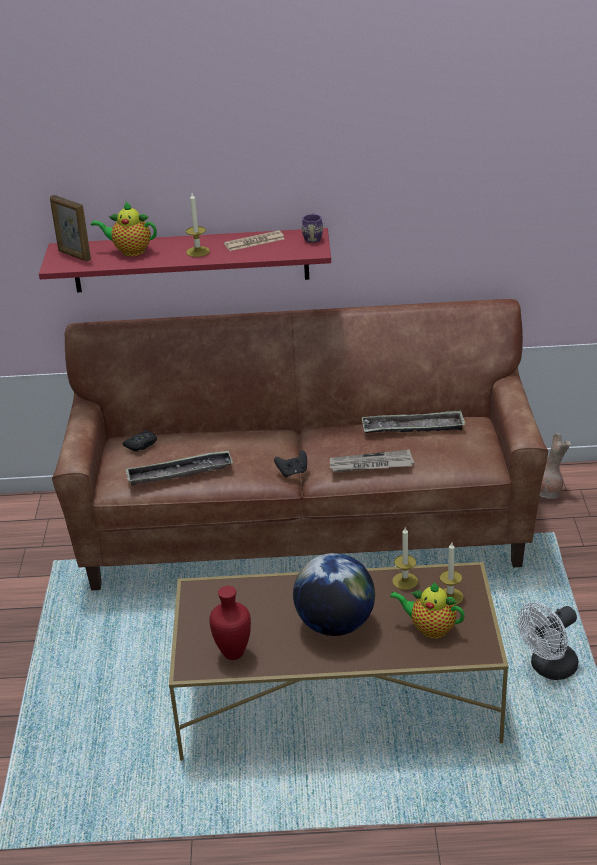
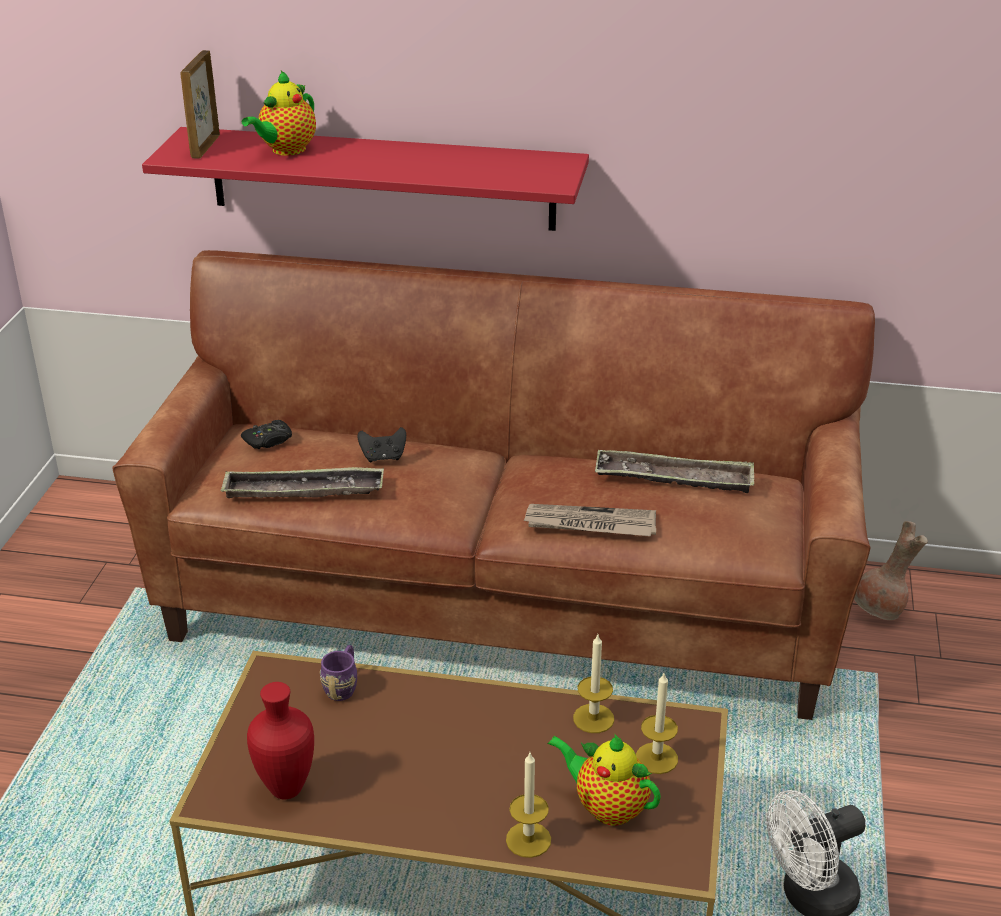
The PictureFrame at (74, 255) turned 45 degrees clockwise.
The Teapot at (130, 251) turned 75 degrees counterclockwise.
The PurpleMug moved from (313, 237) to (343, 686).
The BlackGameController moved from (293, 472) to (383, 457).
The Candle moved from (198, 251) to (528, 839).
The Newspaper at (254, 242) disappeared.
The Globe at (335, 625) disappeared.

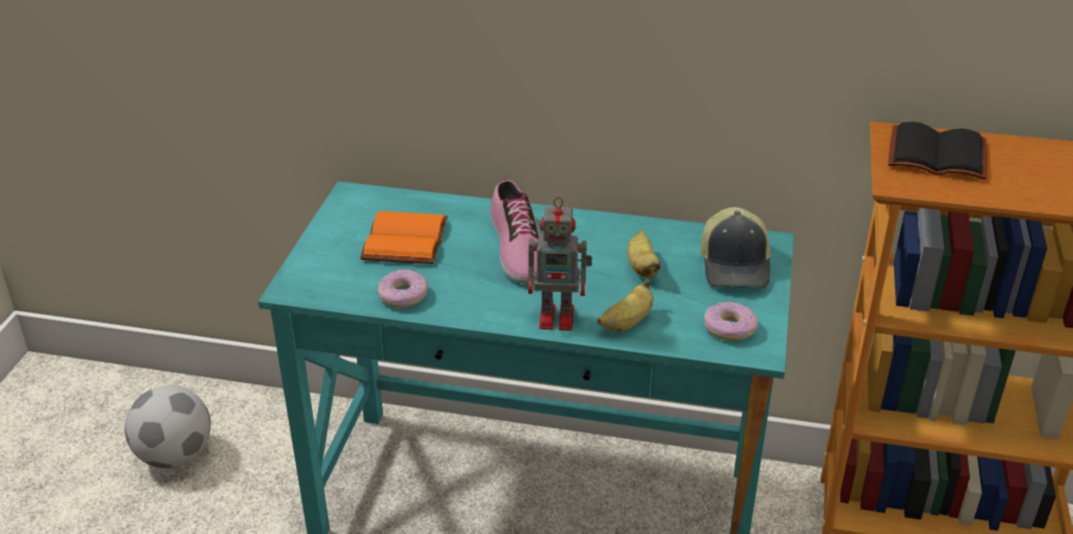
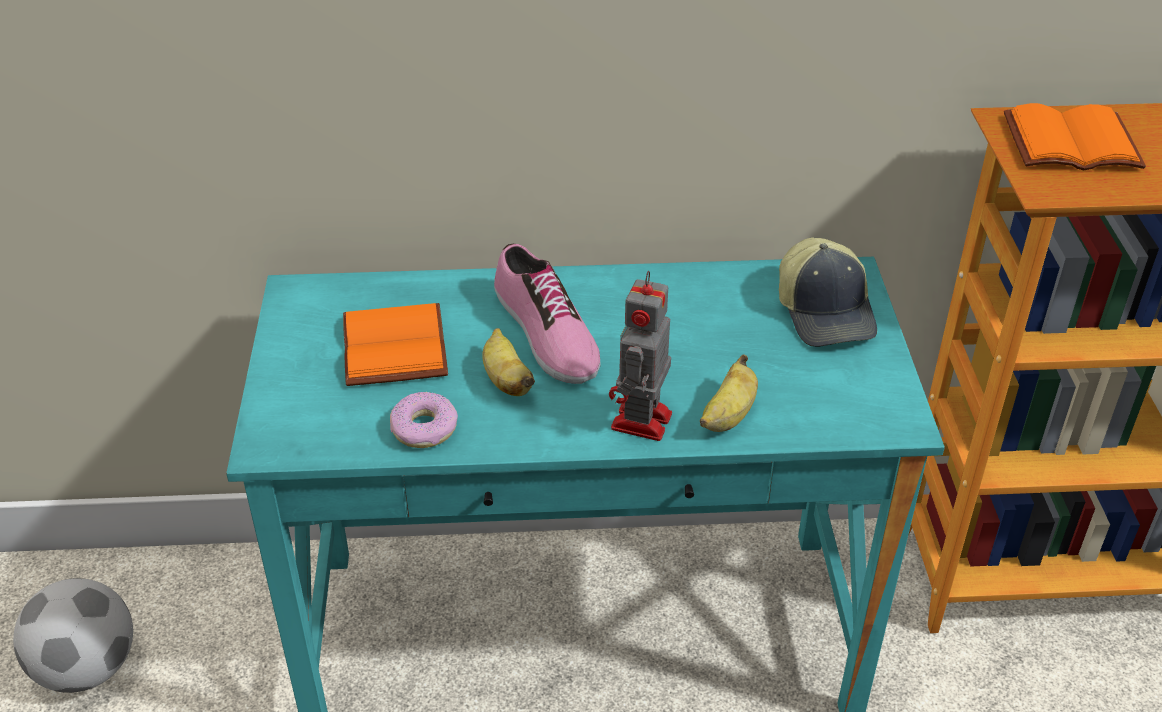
The Banana moved from (642, 268) to (506, 380).
The ToyRobot at (559, 317) turned 120 degrees clockwise.
The BlackBook at (938, 154) became the OrangeBook at (1072, 141).
The Donut at (729, 328) disappeared.

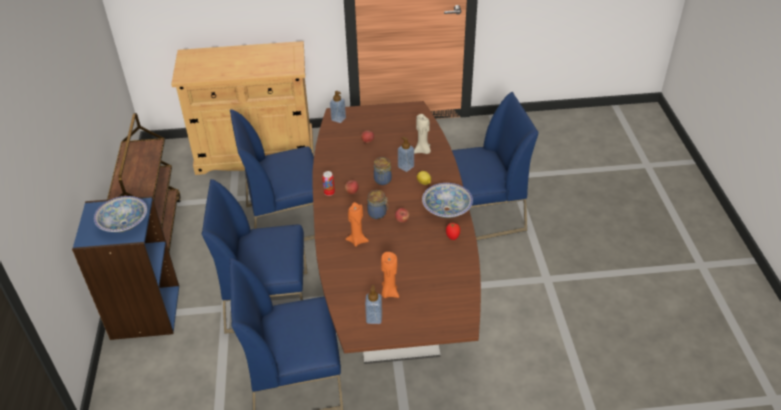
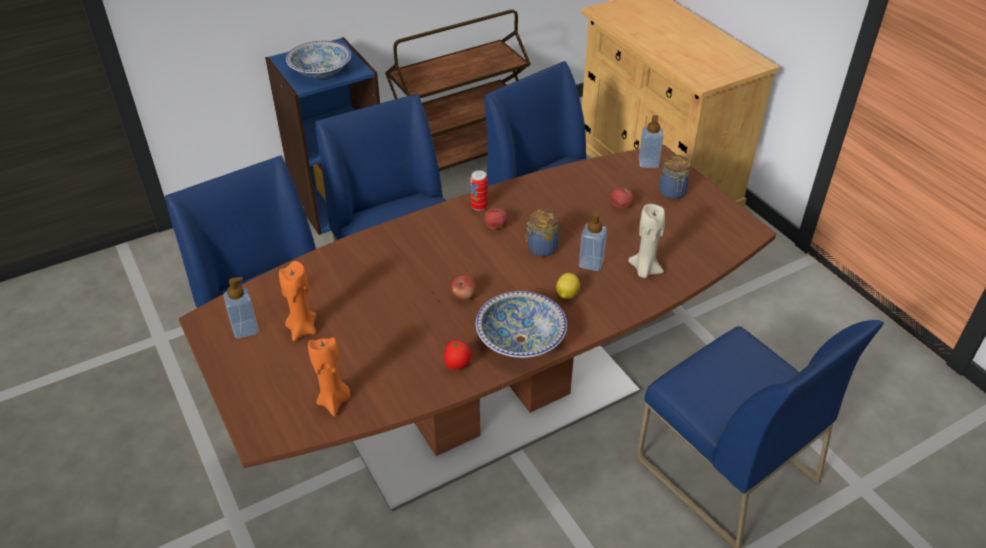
The OrangeCandle moved from (357, 240) to (334, 401).
The Jar moved from (378, 214) to (672, 193).

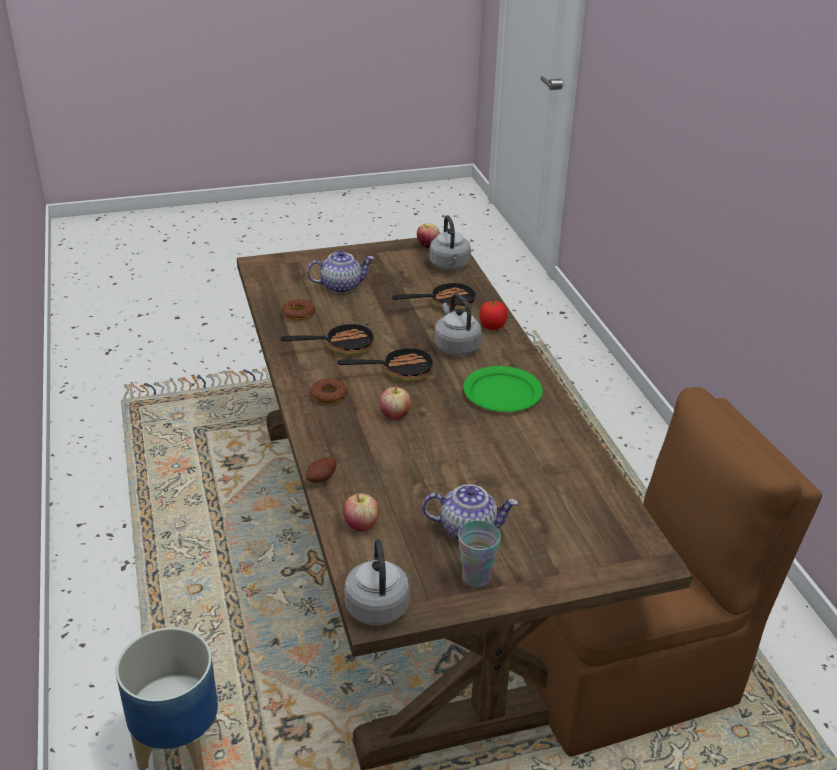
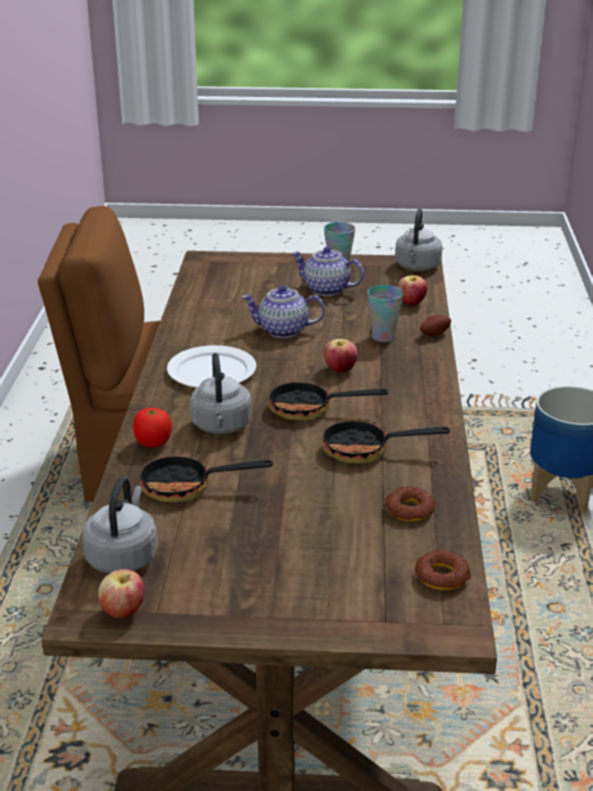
The GreenPlate at (502, 392) became the WhitePlate at (211, 372).
The Teapot moved from (341, 286) to (282, 331).
The Cup at (383, 337) appeared.
The Donut moved from (329, 395) to (442, 576).

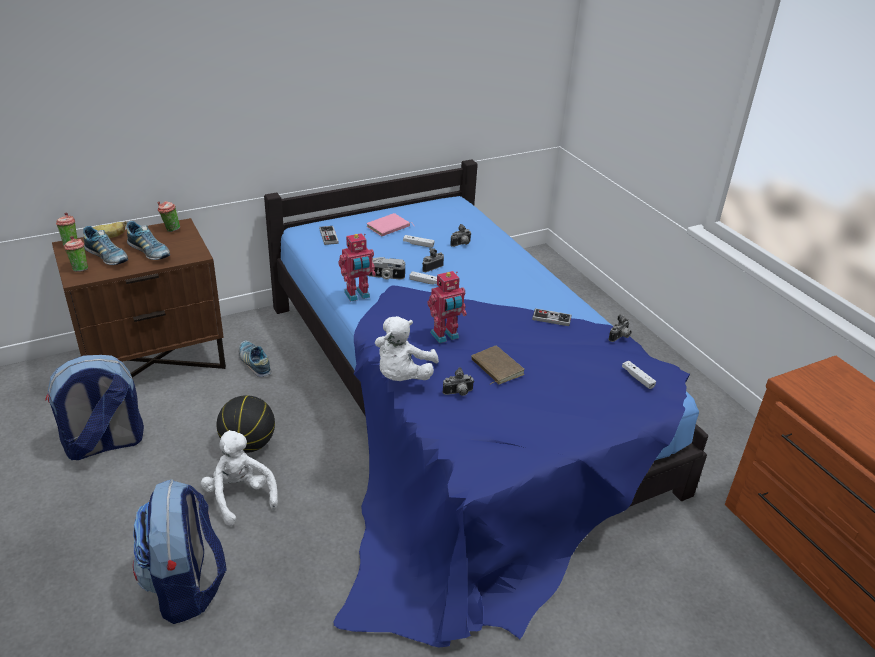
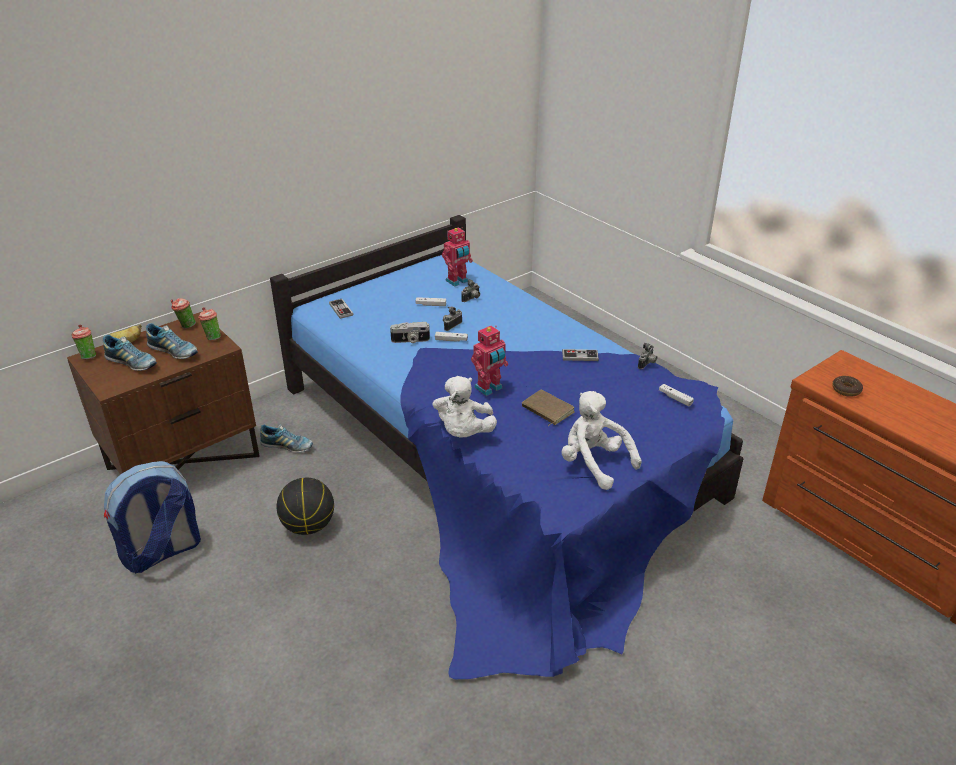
The Cup moved from (79, 269) to (212, 337).
The Shoe at (254, 363) turned 150 degrees clockwise.
The ToyRobot moved from (357, 295) to (457, 281).
The WhitePlushToy moved from (240, 496) to (594, 463).
The Donut at (846, 390) appeared.
The Backpack at (186, 586) disappeared.
The PinkBook at (389, 228) disappeared.
The PhotoCamera at (458, 393) disappeared.

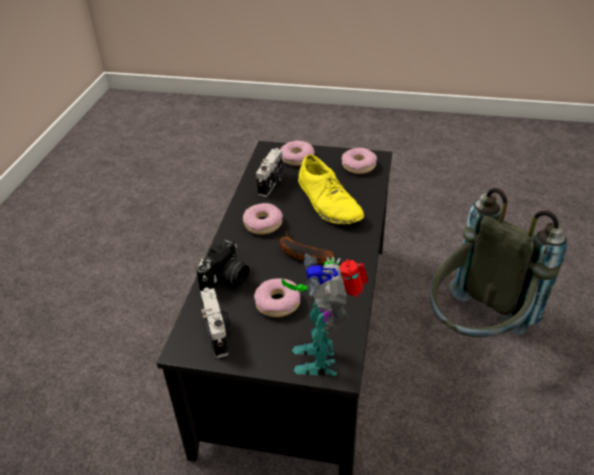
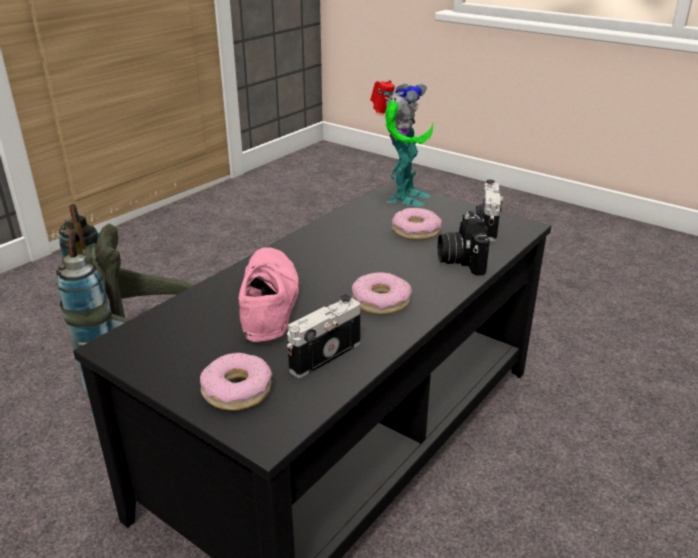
The YellowShoe at (329, 202) became the PinkShoe at (268, 302).
The PhotoCamera at (226, 280) turned 60 degrees counterclockwise.
The Banana at (300, 253) disappeared.
The Donut at (359, 166) disappeared.

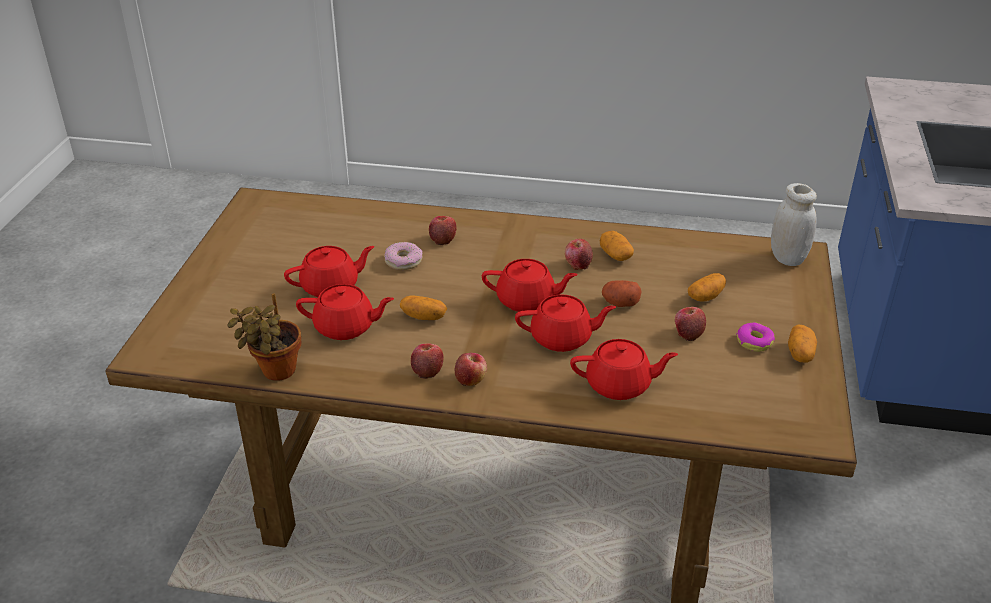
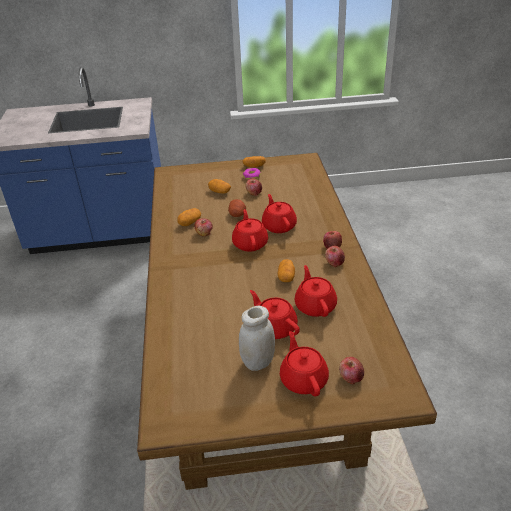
The WhiteJar moved from (787, 258) to (258, 362).
The RedTeapot moved from (619, 385) to (303, 379).
The Apple moved from (443, 239) to (350, 377).
The PottedPlant at (275, 372) disappeared.
The Donut at (403, 261) disappeared.

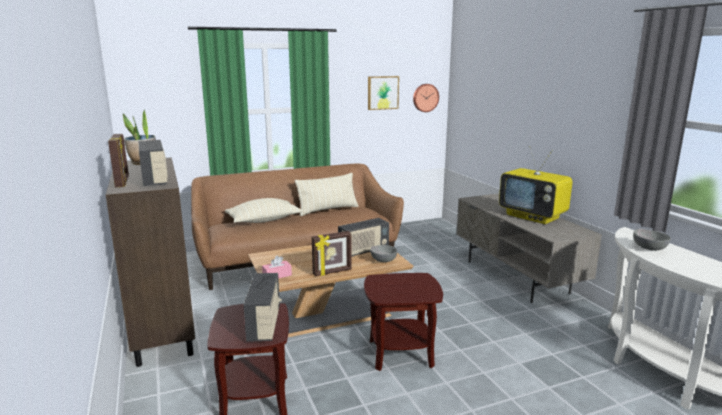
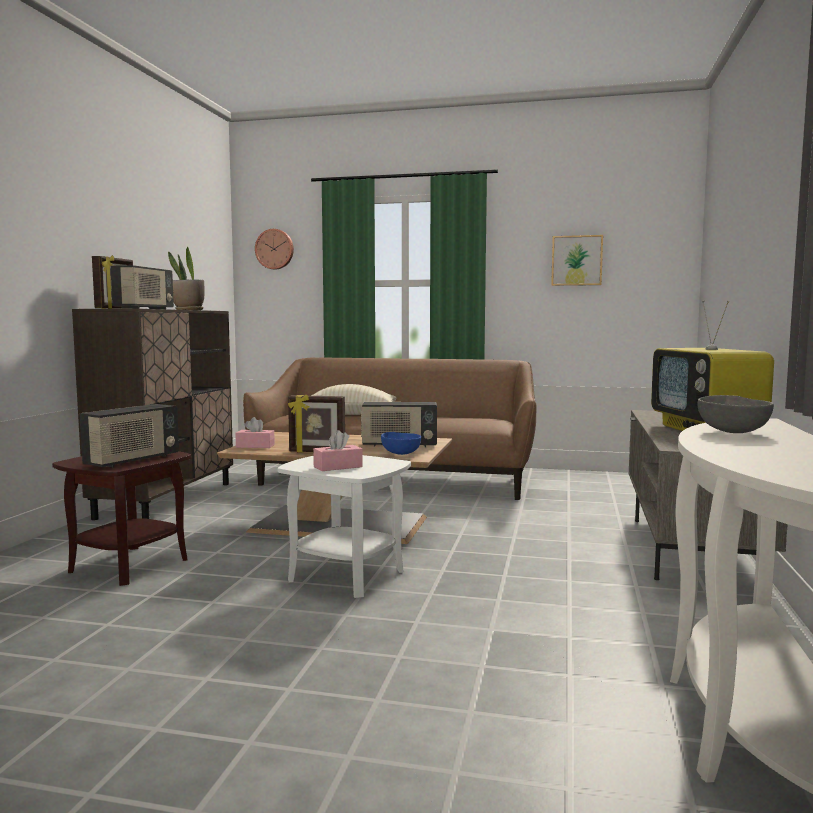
The WallClock moved from (425, 97) to (275, 249).
The BrownSideTable at (401, 353) became the WhiteSideTable at (347, 575).
The PinkTissueBox at (338, 467) appeared.
The GreyBowl at (383, 260) became the BlueBowl at (401, 453).
The BeigePillow at (328, 210) disappeared.

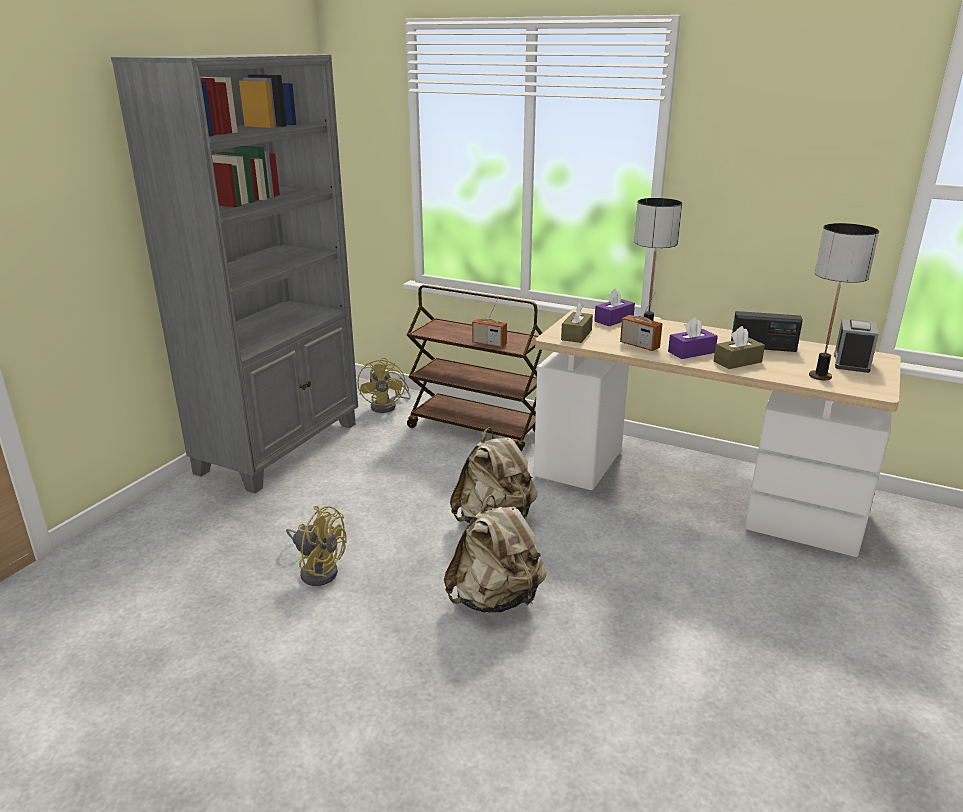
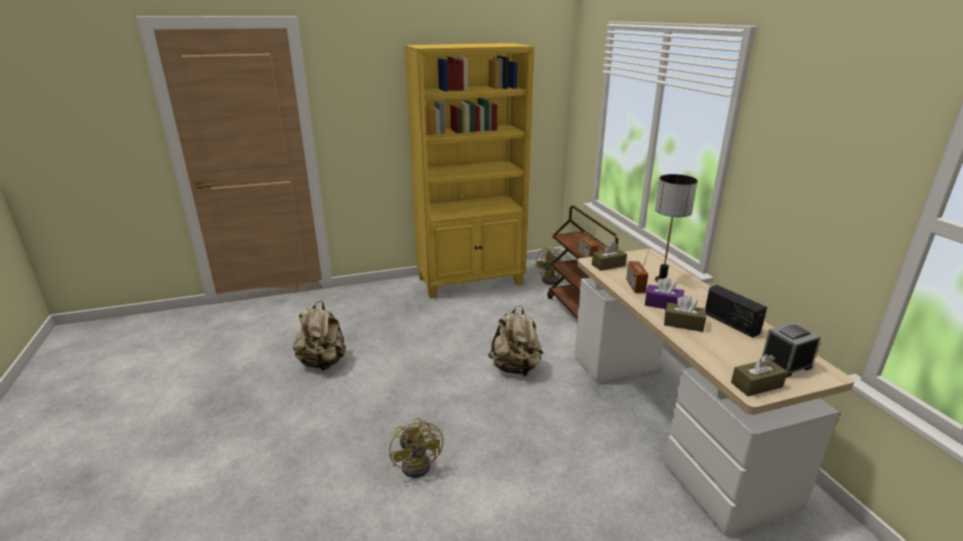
The BeigeBackpack moved from (495, 599) to (323, 362).
The YellowFan moved from (318, 569) to (420, 463).
The GreyBookcase at (281, 447) became the YellowBookcase at (471, 281).
The BrownTissueBox at (756, 385) appeared.
The PurpleTissueBox at (614, 320) disappeared.
The TableLamp at (820, 376) disappeared.

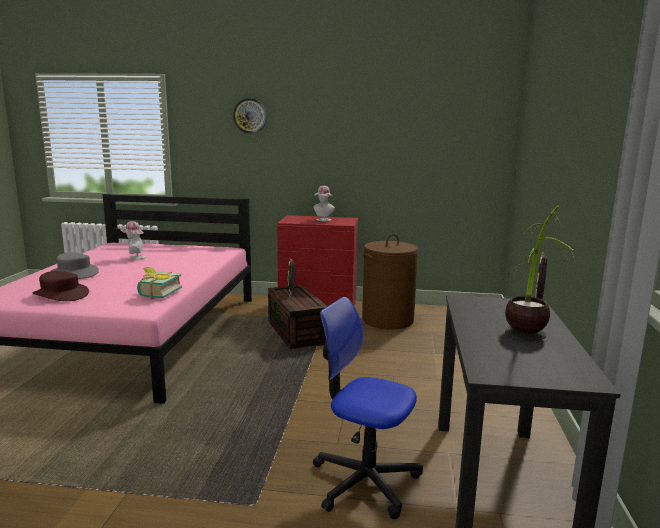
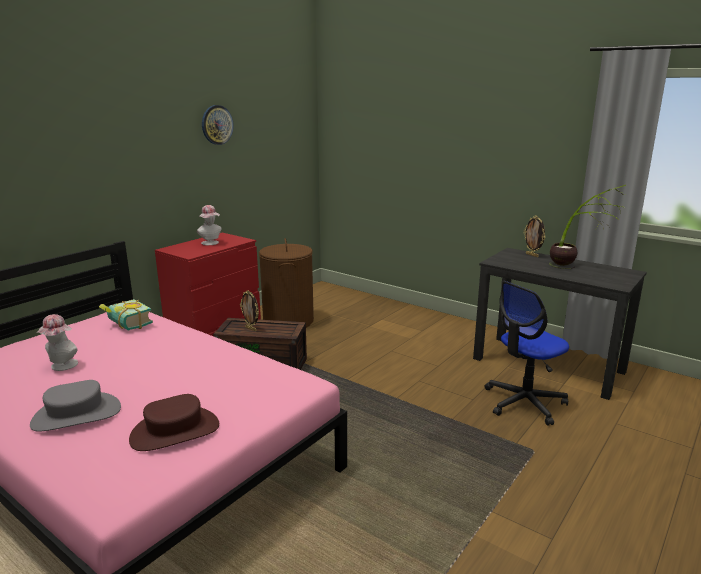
The Book moved from (156, 293) to (126, 325).
The WallClock moved from (250, 116) to (217, 125).

